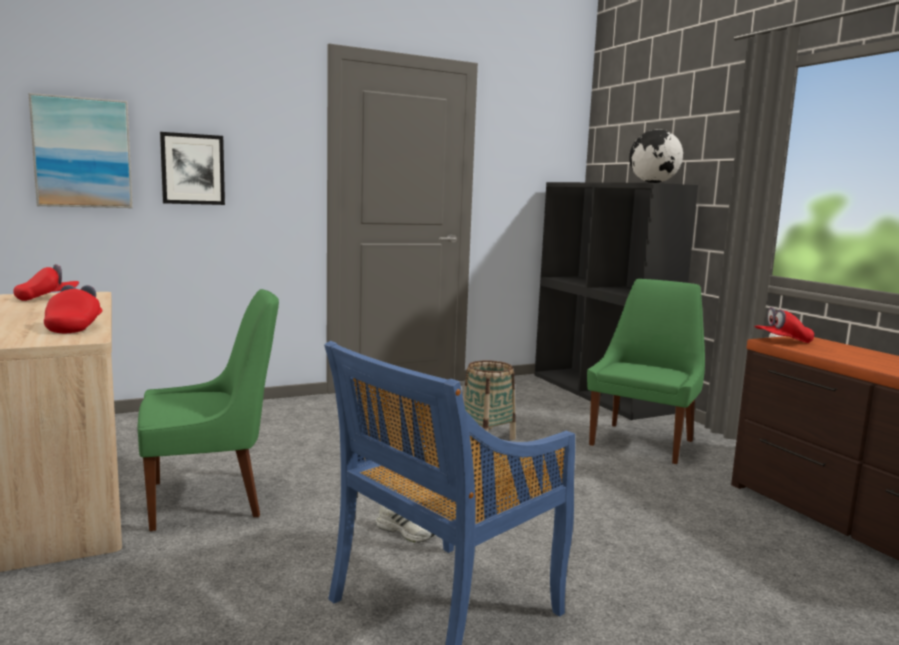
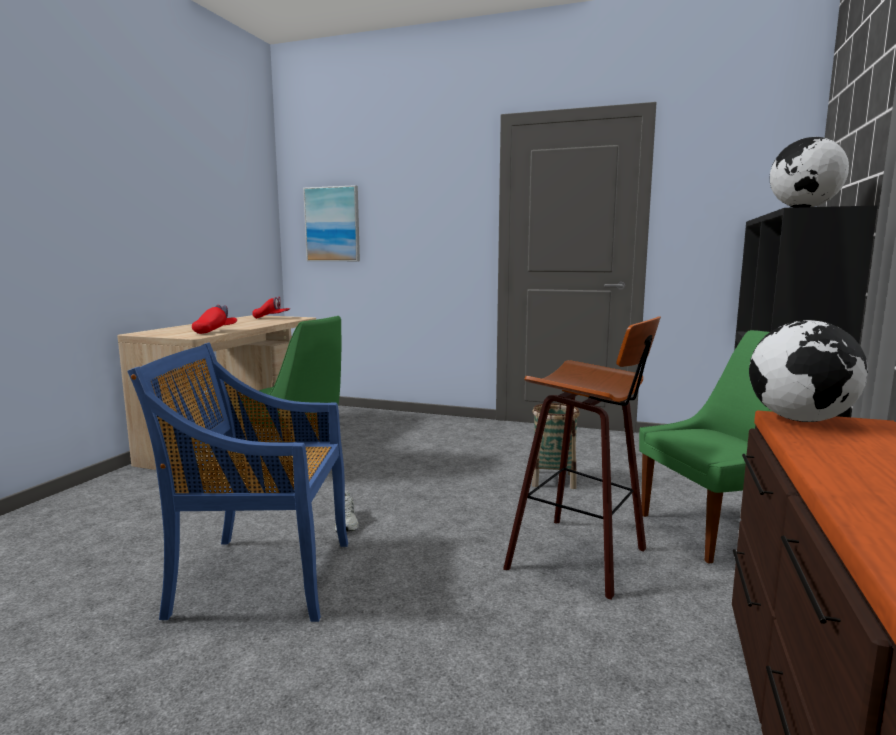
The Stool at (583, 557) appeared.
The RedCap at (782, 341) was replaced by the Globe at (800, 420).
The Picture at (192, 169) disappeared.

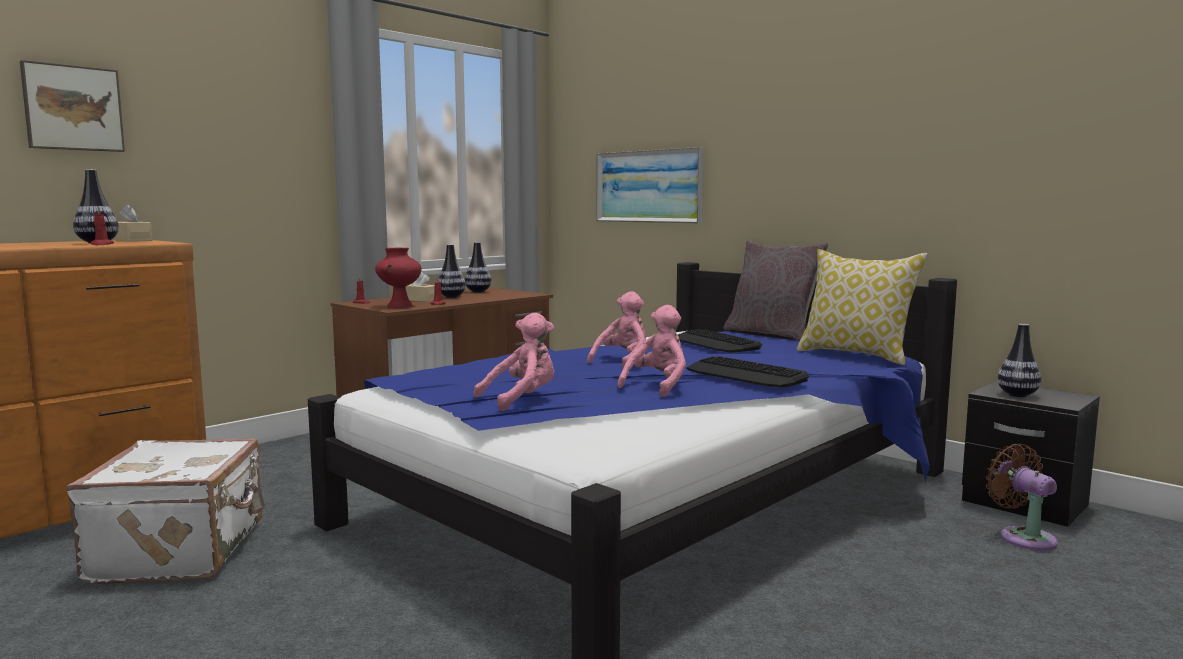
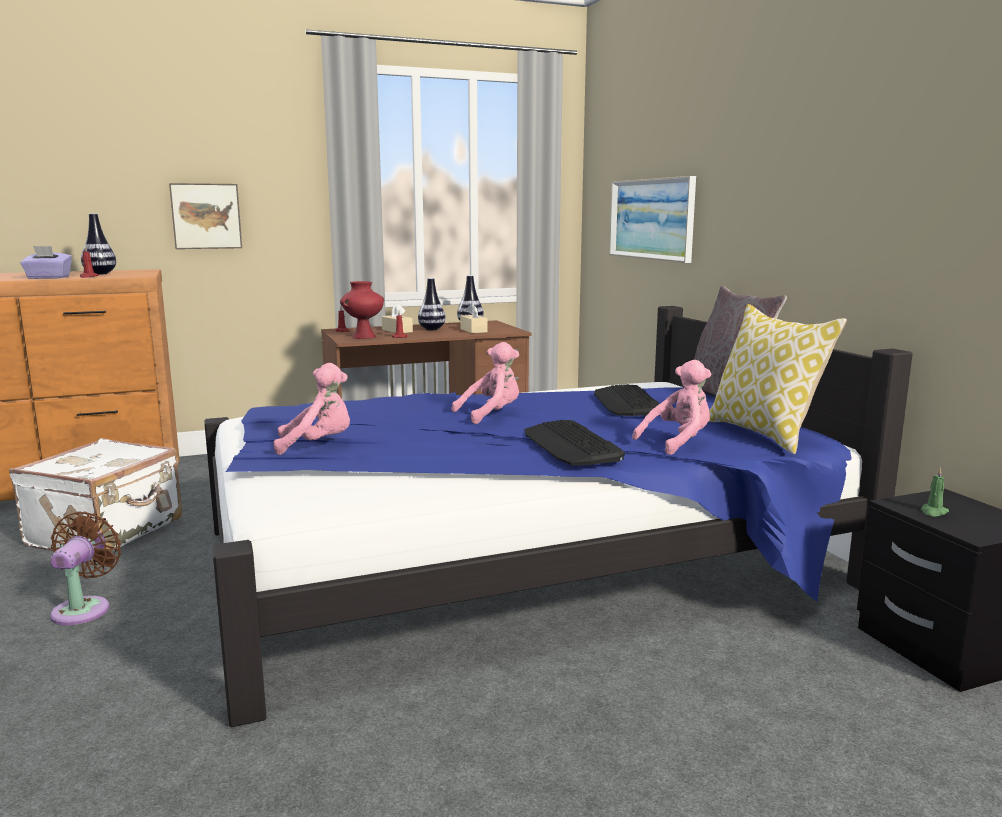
The PurpleTissueBox at (48, 277) appeared.
The BrownFan moved from (1023, 537) to (84, 608).
The Picture moved from (73, 108) to (206, 216).
The BeigeTissueBox moved from (132, 240) to (473, 330).
The PinkPlushToy moved from (658, 386) to (677, 443).
The Vase at (1017, 395) was replaced by the GreenCandle at (933, 512).

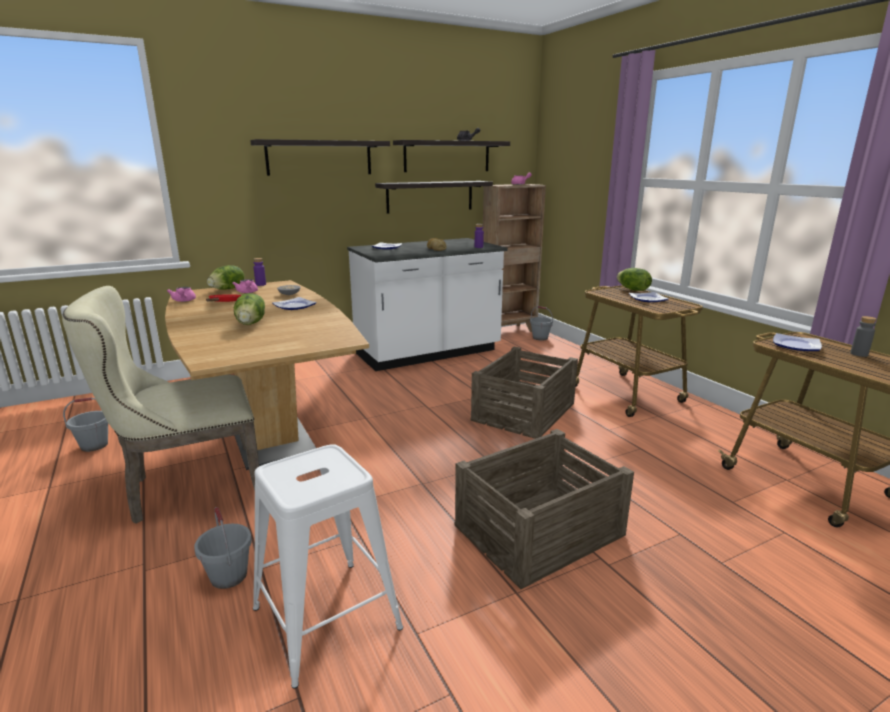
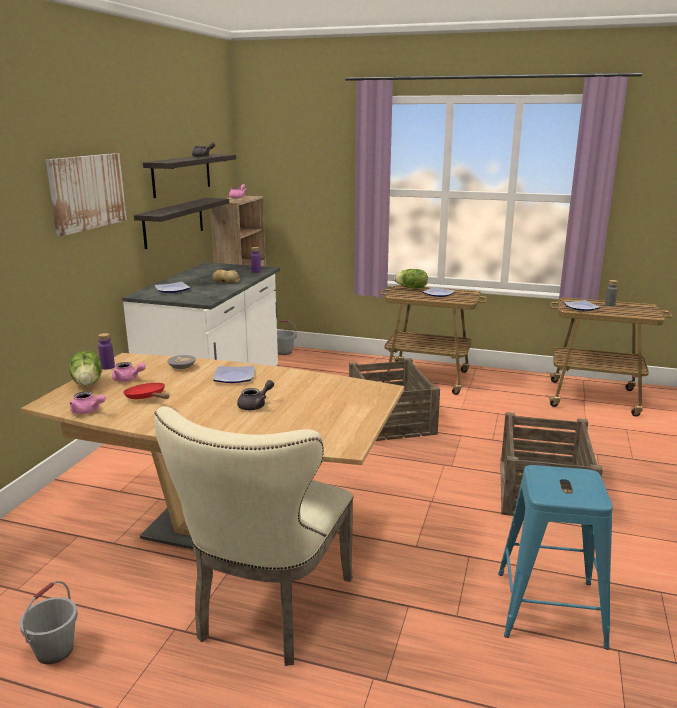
The Shelf at (319, 158) was replaced by the Picture at (87, 192).
The Lettuce at (251, 323) was replaced by the GreyTeapot at (255, 405).
The WhiteStool at (326, 617) became the BlueStool at (549, 608).
The GreyBucket at (229, 576) disappeared.

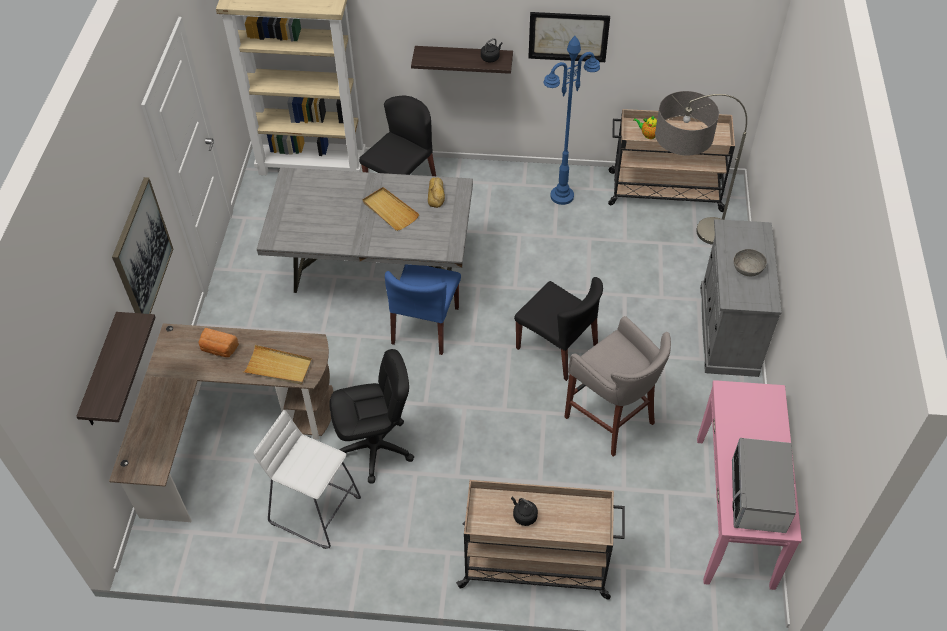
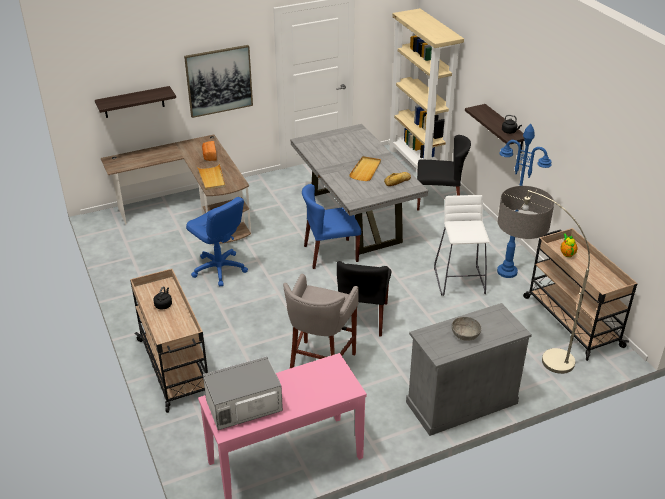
The BlackOfficeChair at (375, 448) became the BlueOfficeChair at (219, 269).
The WhiteStool moved from (315, 509) to (460, 280).
The Picture at (568, 36) disappeared.

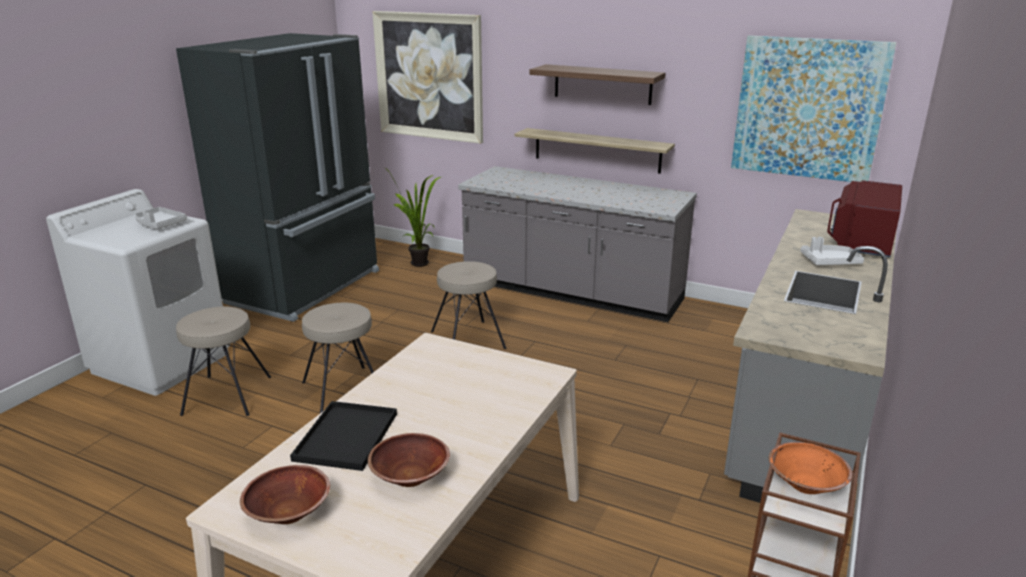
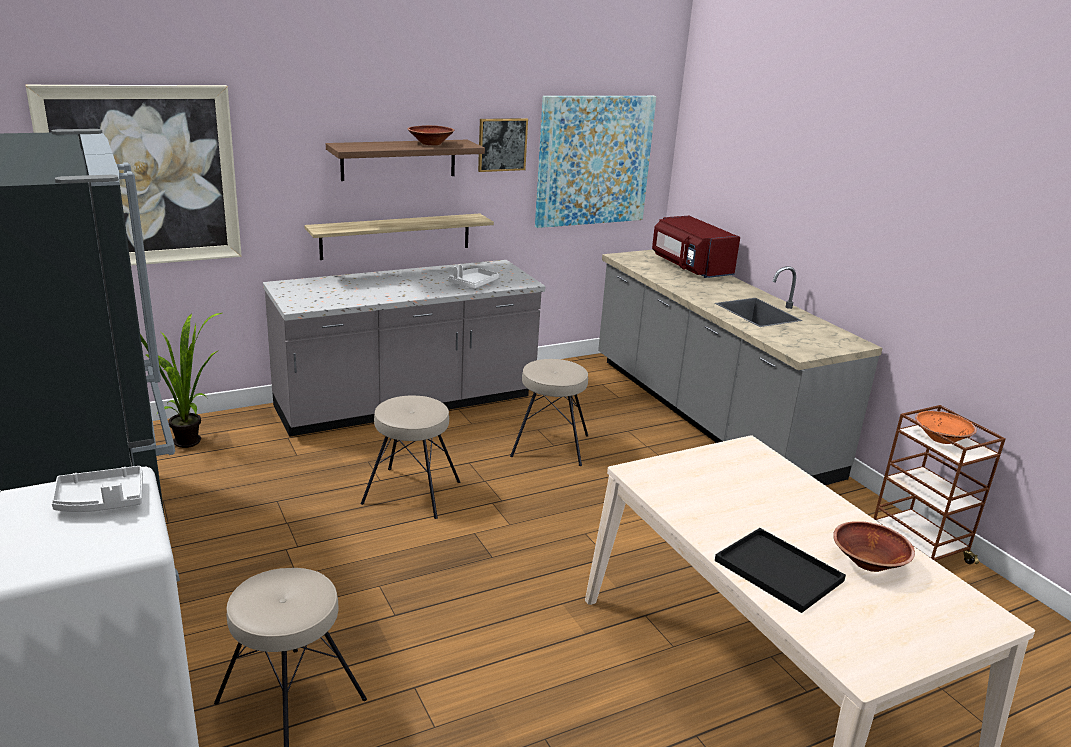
The BrownBowl moved from (289, 513) to (431, 143).
The WhiteTray moved from (829, 262) to (473, 284).
The Picture at (502, 144) appeared.
The BeigeStool moved from (344, 390) to (550, 445).

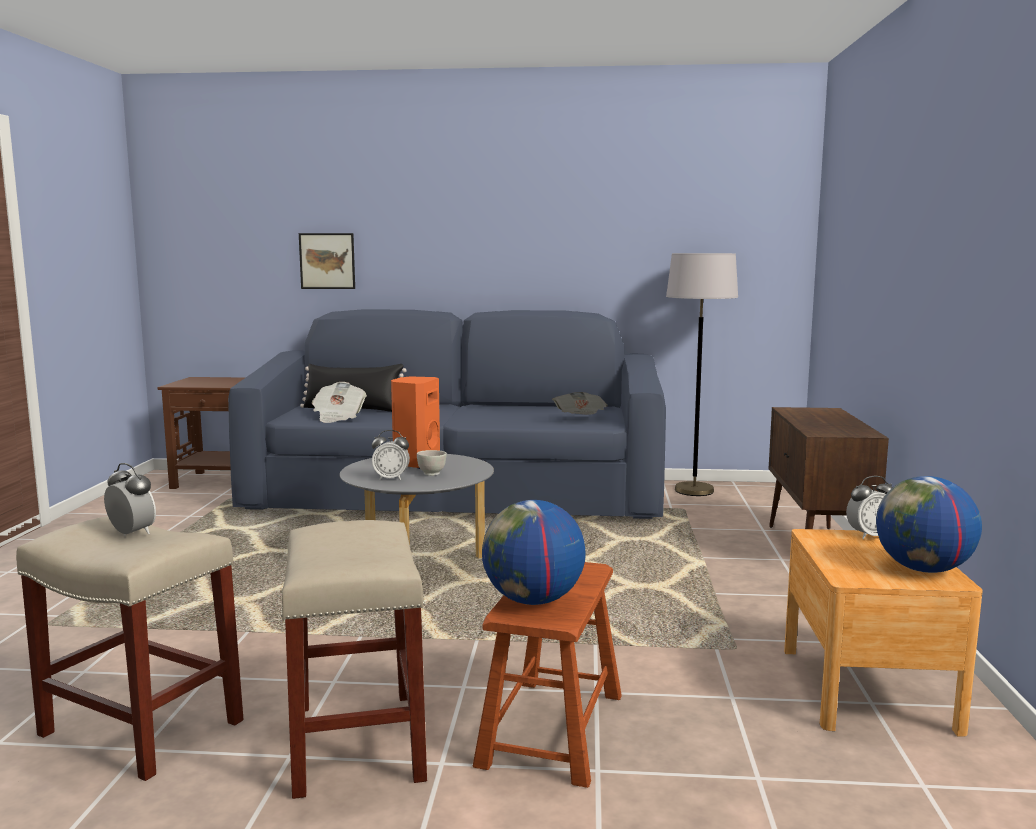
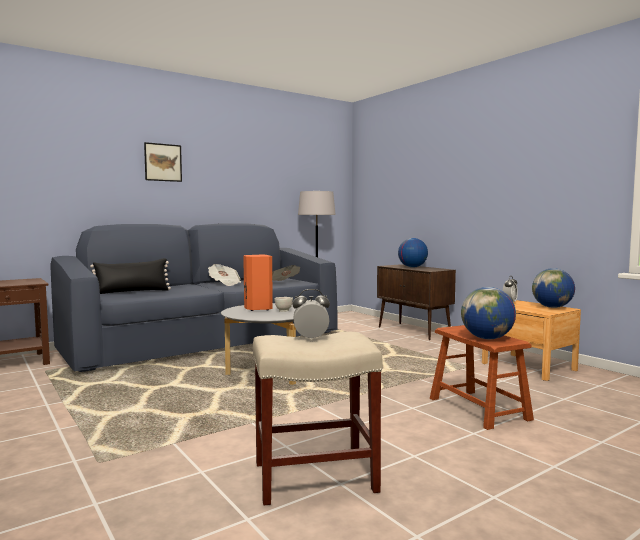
The Picture moved from (327, 261) to (163, 162).
The Newspaper moved from (338, 417) to (224, 284).
The Globe at (412, 267) appeared.
The BeigeStool at (358, 743) disappeared.
The AlarmClock at (391, 478) disappeared.

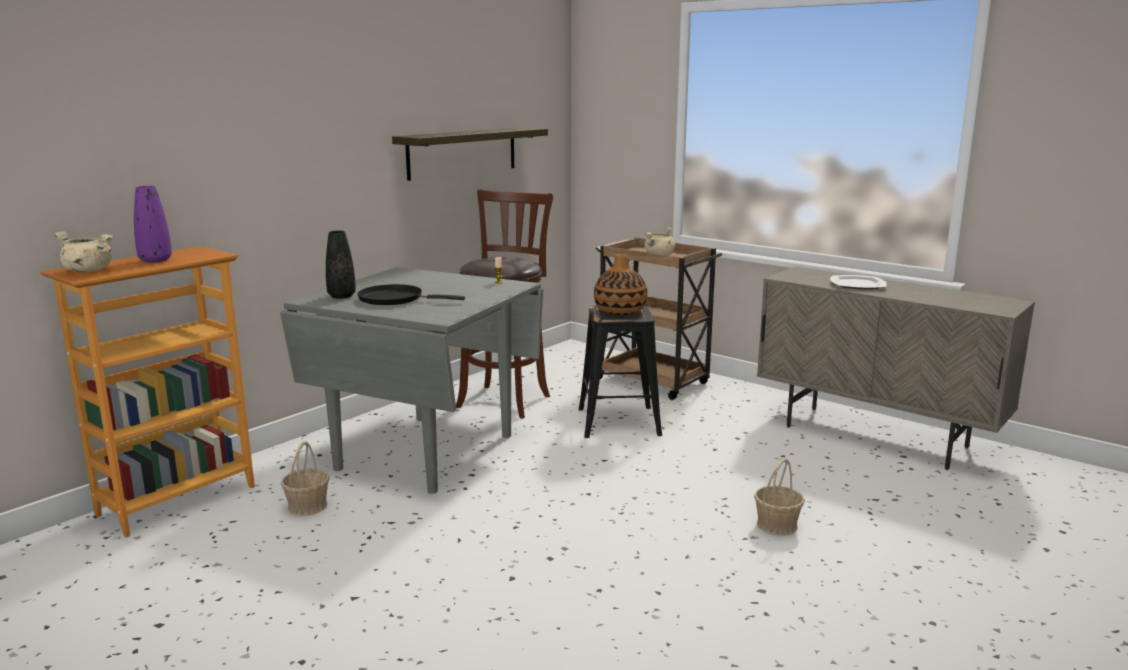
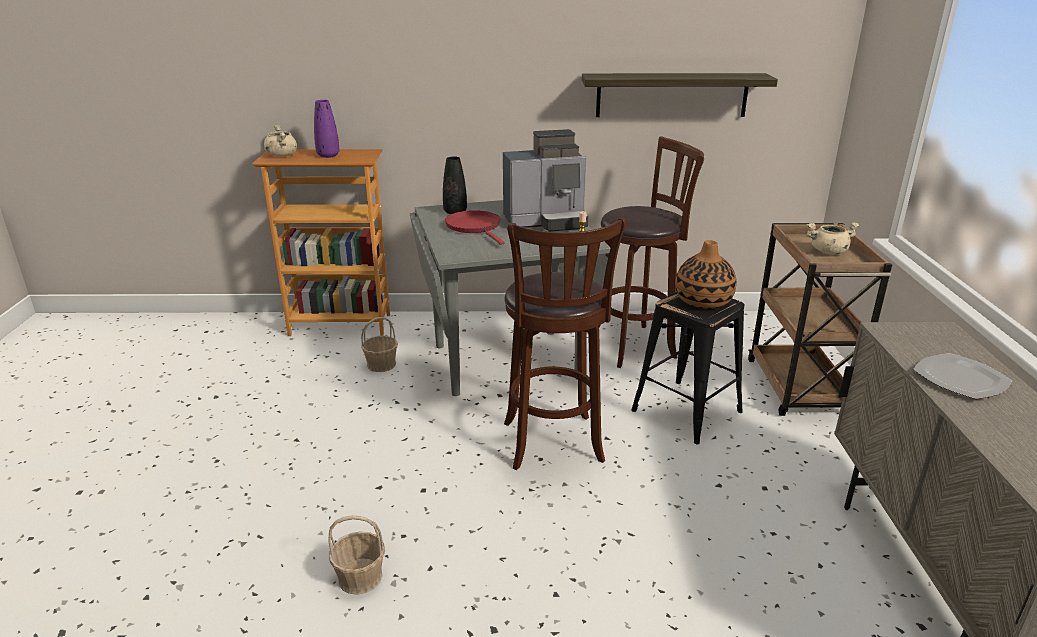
The Basket moved from (777, 525) to (360, 577).
The BlackFryingPan at (395, 299) became the RedFryingPan at (475, 227).
The CoffeeMachine at (547, 222) appeared.
The BrownStool at (553, 445) appeared.

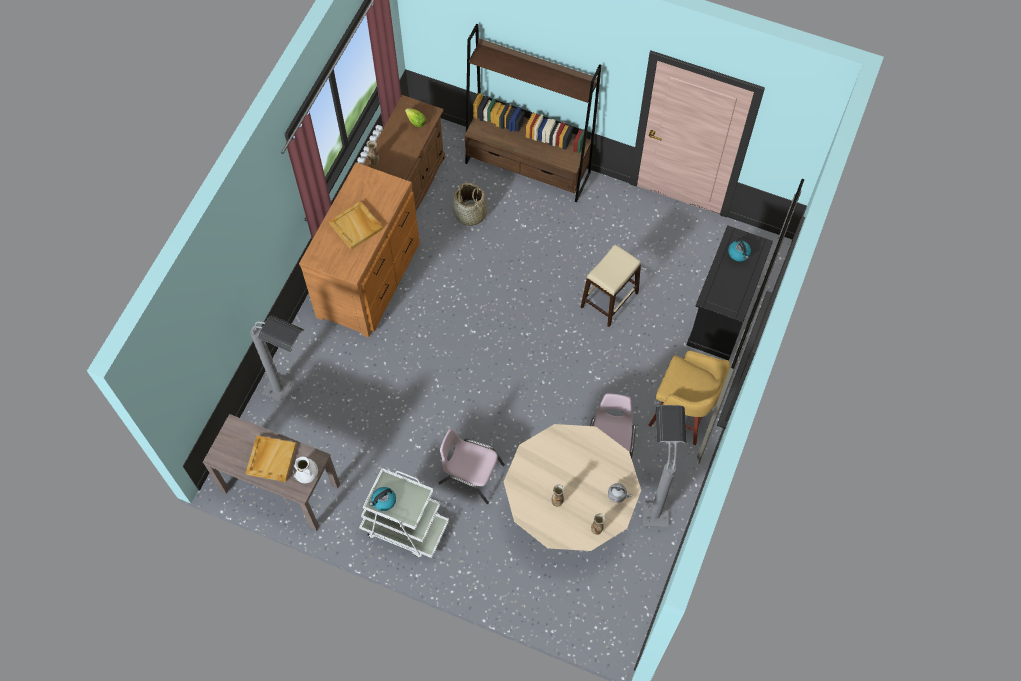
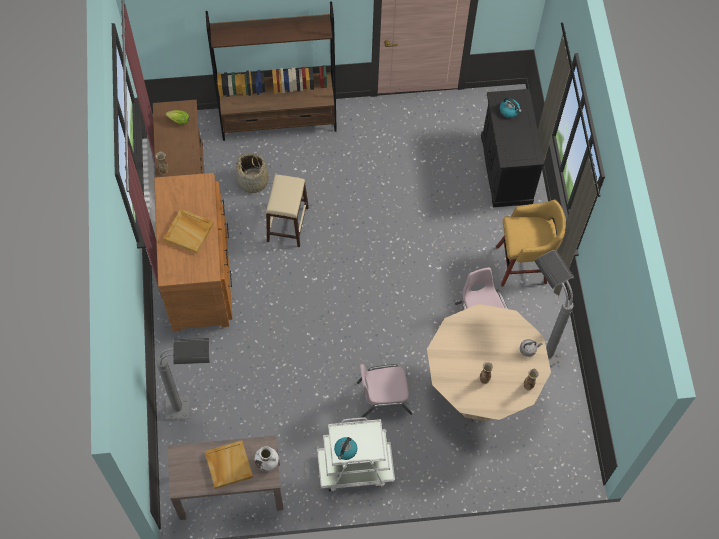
The BeigeStool moved from (609, 300) to (287, 224).

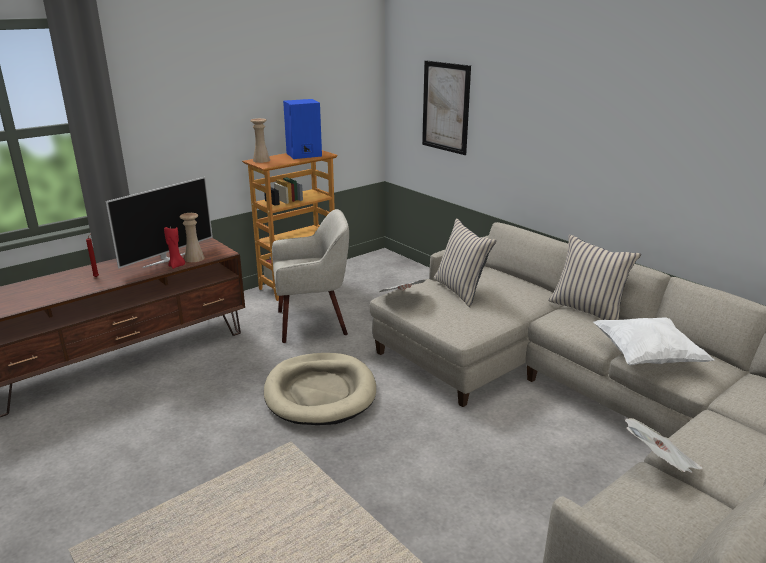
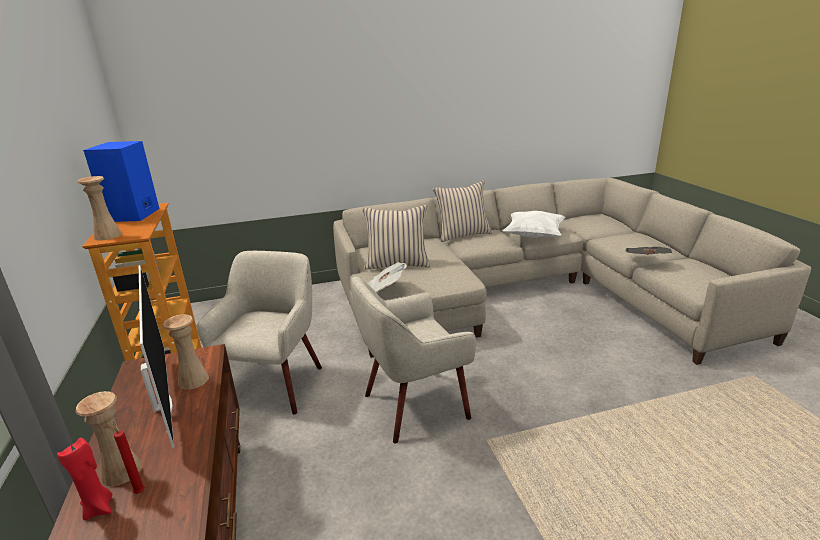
The RedCandle moved from (176, 266) to (99, 508).
The BeigeVase at (121, 471) appeared.
The BeigeDogBed at (320, 392) was replaced by the BeigeArmchair at (414, 405).
The Picture at (445, 107) disappeared.

